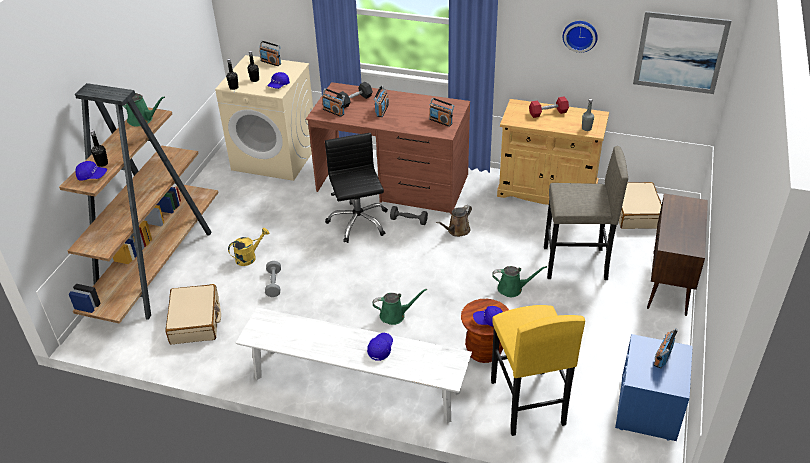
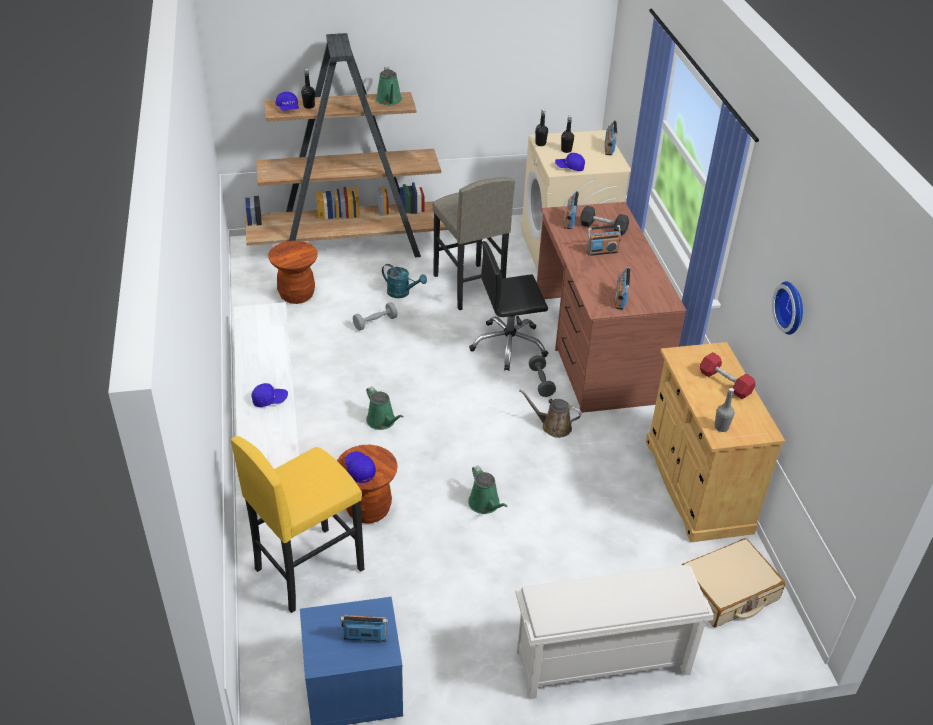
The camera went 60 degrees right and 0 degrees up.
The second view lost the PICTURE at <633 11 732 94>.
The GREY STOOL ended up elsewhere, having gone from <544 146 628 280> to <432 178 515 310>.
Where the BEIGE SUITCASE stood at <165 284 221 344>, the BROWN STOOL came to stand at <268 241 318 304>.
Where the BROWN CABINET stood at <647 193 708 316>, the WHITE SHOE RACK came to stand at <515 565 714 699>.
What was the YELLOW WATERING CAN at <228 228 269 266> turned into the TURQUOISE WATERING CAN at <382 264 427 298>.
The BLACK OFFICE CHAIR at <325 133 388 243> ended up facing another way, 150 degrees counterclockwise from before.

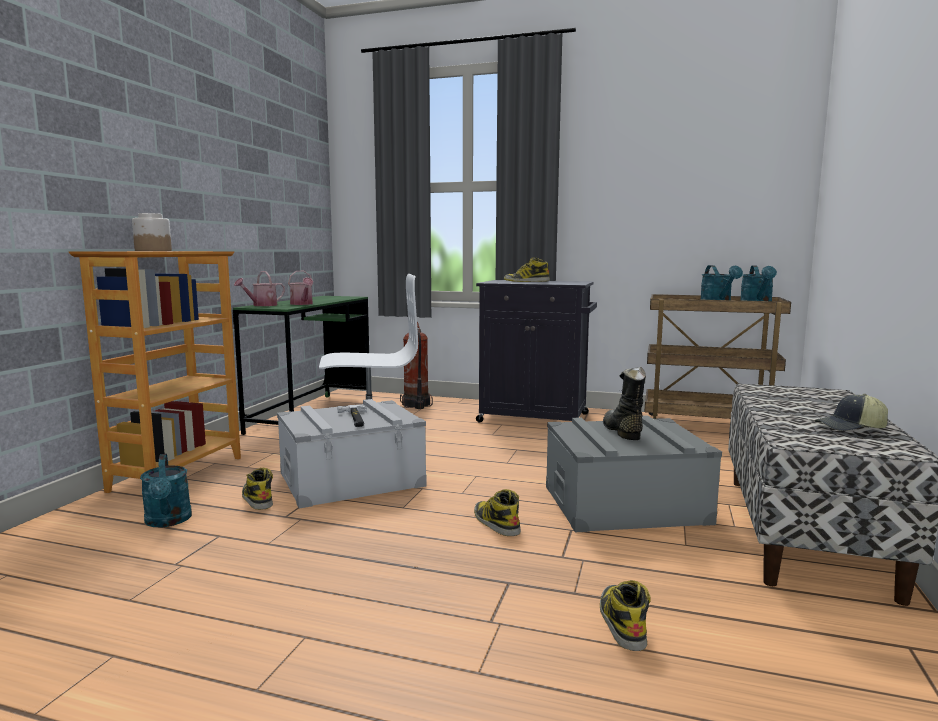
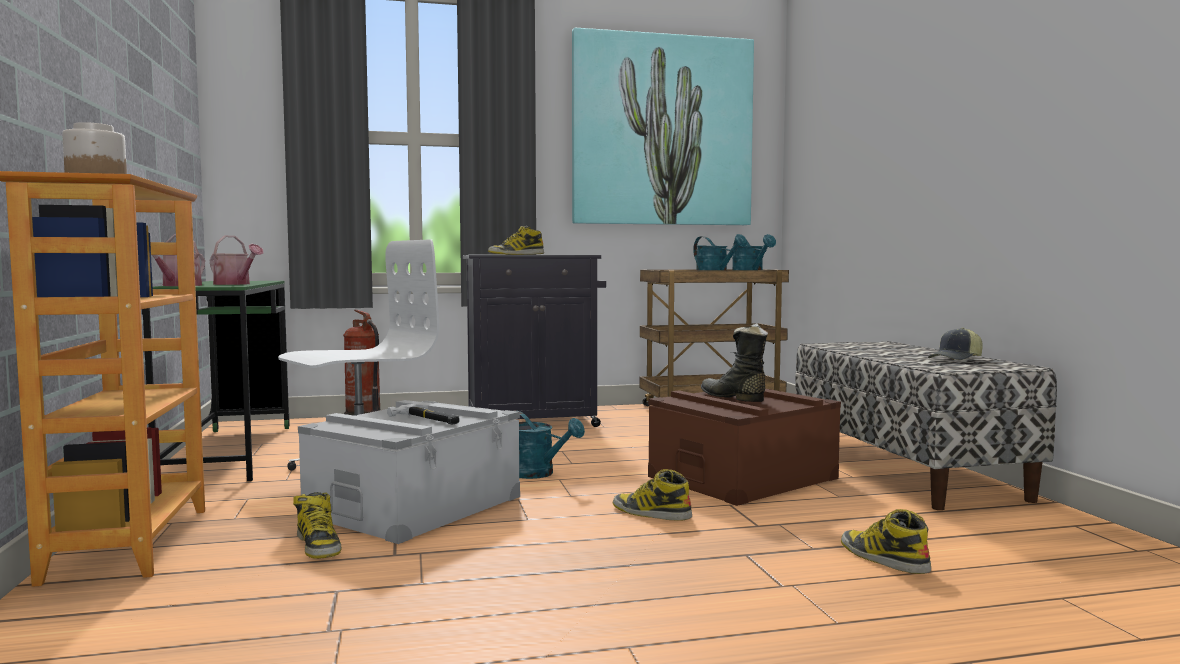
The camera went 30 degrees left and 5 degrees down.
The second view gained the PICTURE at <572 28 754 225>.
The TURQUOISE WATERING CAN ended up elsewhere, having gone from <140 454 192 527> to <513 410 585 479>.
What was the GREY STORAGE BOX at <546 415 722 532> turned into the BROWN STORAGE BOX at <648 389 841 506>.
The BOOT at <242 468 273 510> ended up facing another way, 150 degrees counterclockwise from before.

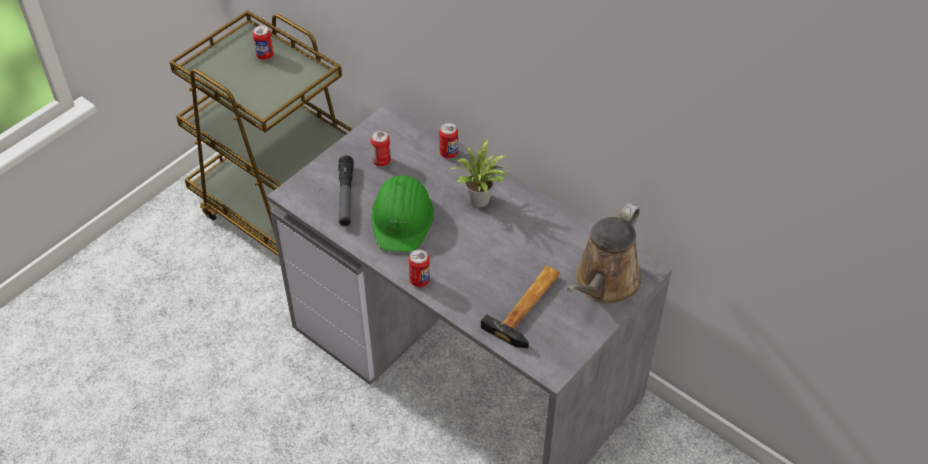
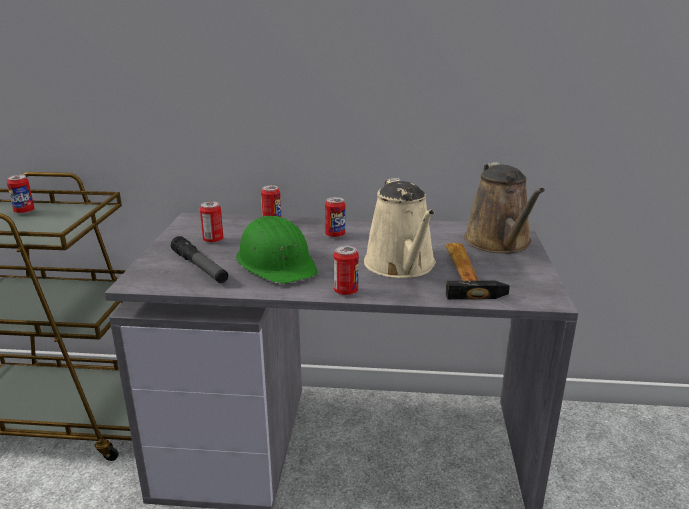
The camera went 35 degrees left and 25 degrees down.
The second view gained the BEIGE WATERING CAN at <364 178 436 278>.
Where the POTTED PLANT stood at <449 139 511 207>, the CAN came to stand at <325 197 345 238>.

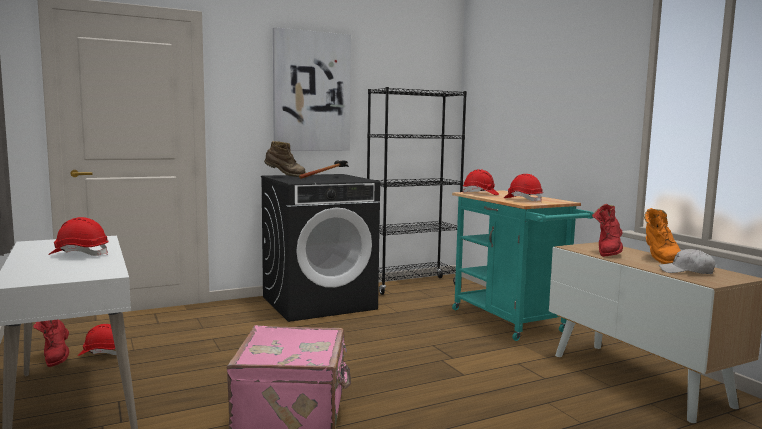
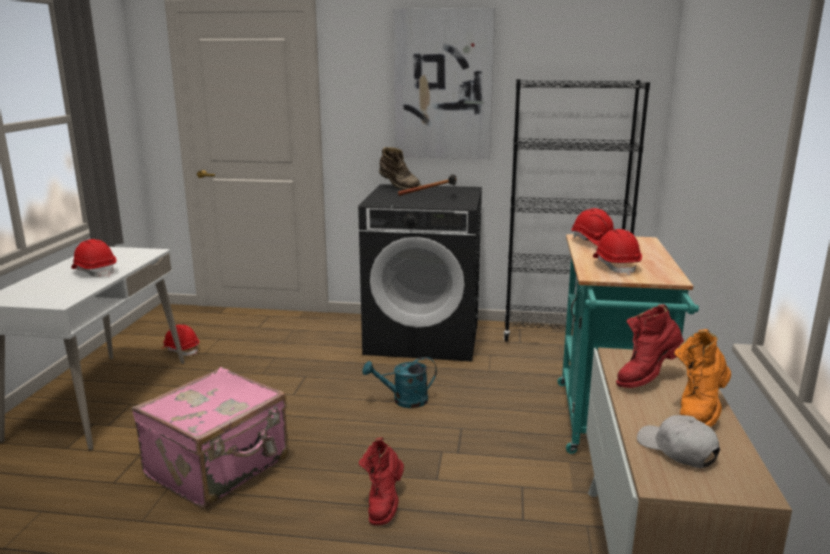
The camera went 35 degrees right and 10 degrees up.
The second view gained the TURQUOISE WATERING CAN at <363 357 437 408>.
The RED BOOT ended up elsewhere, having gone from <33 319 69 367> to <359 437 404 525>.

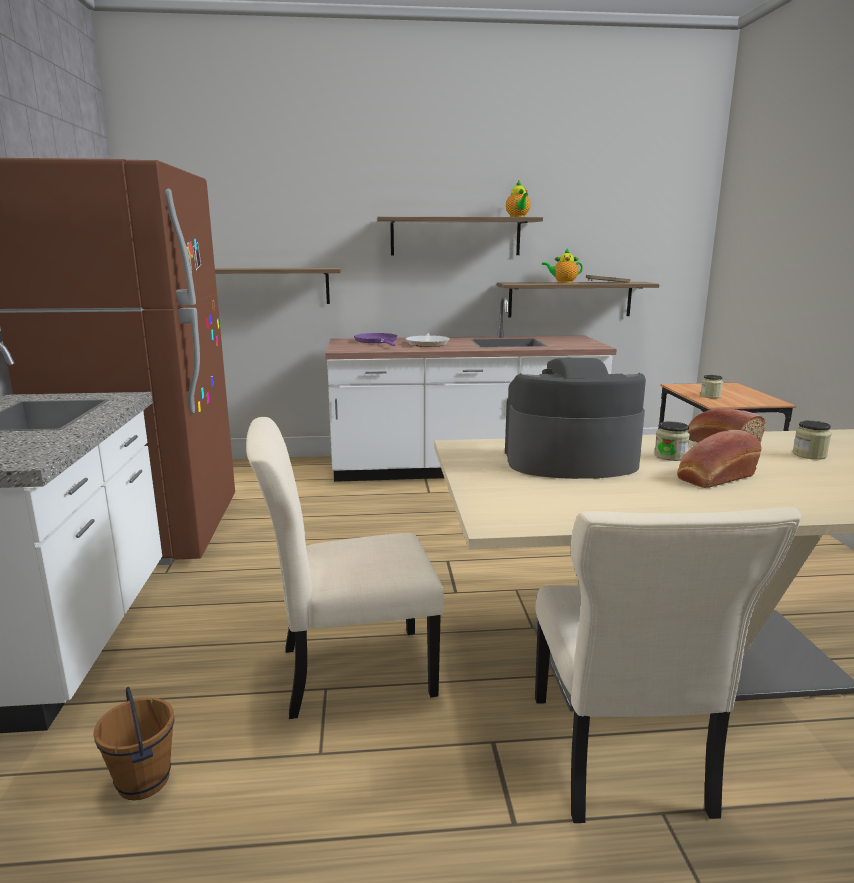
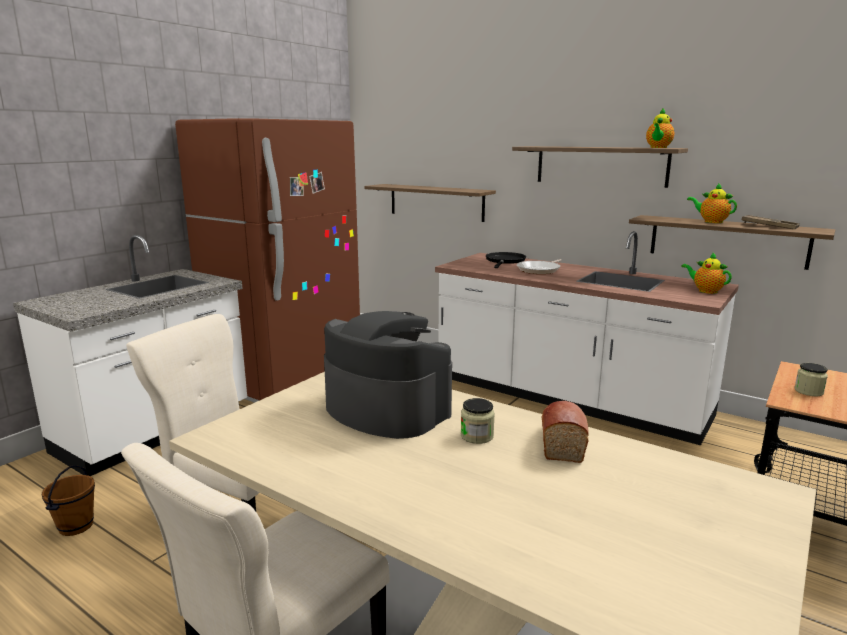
The camera went 40 degrees right and 0 degrees up.
The second view lost the BREAD at <677 430 761 488>.
The second view lost the JAR at <792 420 831 460>.
The second view gained the TEAPOT at <681 253 732 294>.
What was the PURPLE FRYING PAN at <354 333 397 346> turned into the BLACK FRYING PAN at <486 252 526 268>.

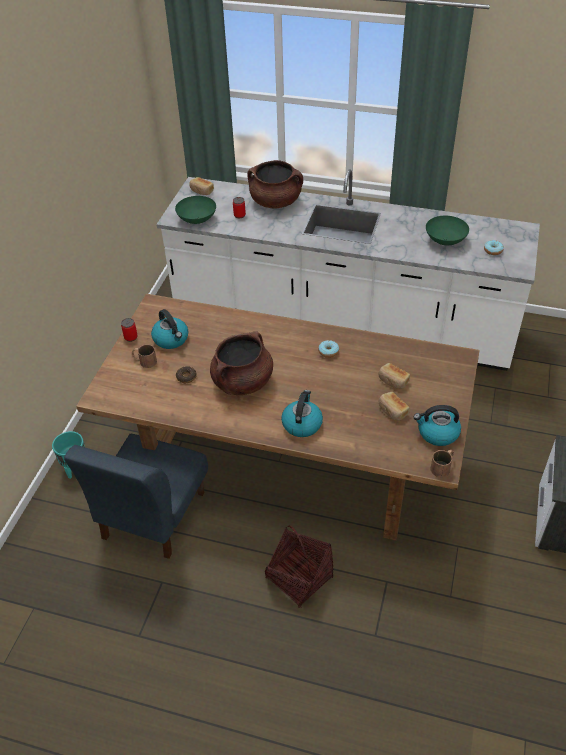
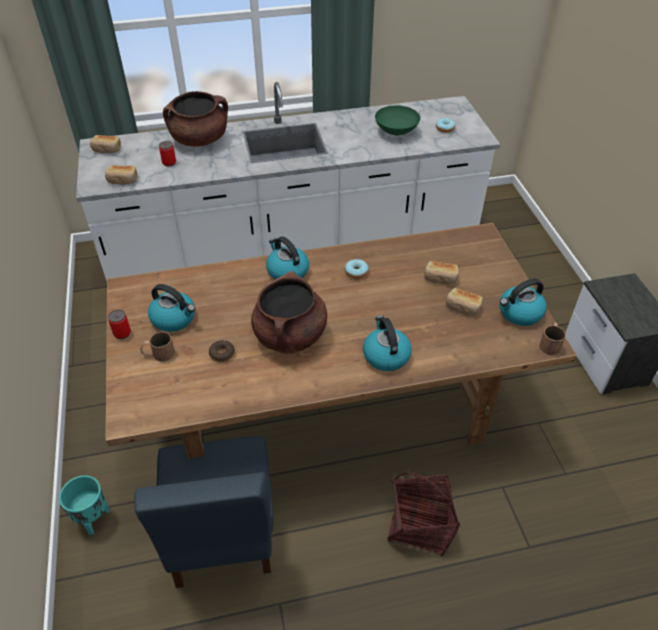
The camera went 30 degrees left and 0 degrees up.
The second view gained the KETTLE at <266 236 309 279>.
Where the GREEN BOWL stood at <175 196 216 224>, the BREAD came to stand at <105 165 137 185>.

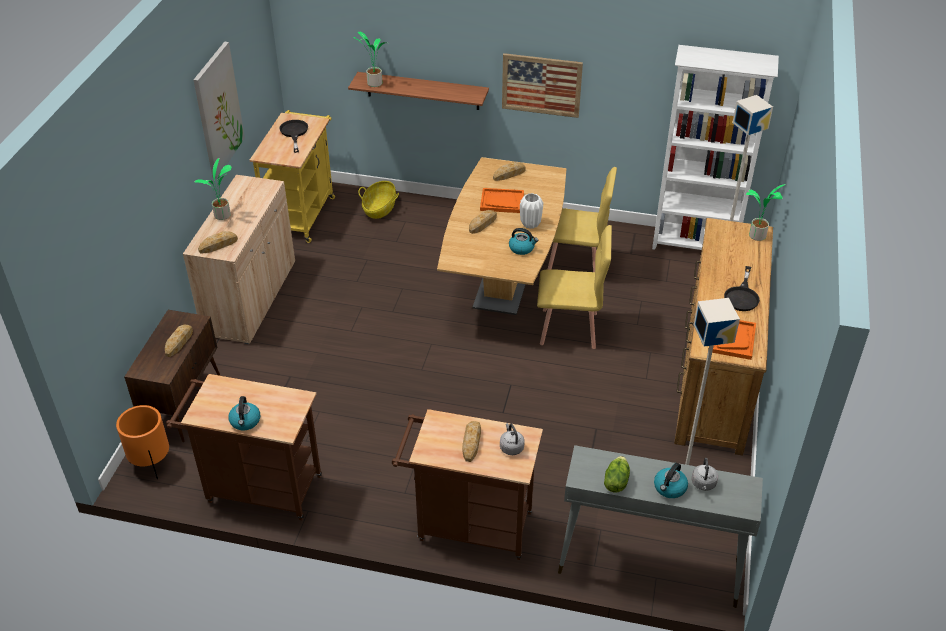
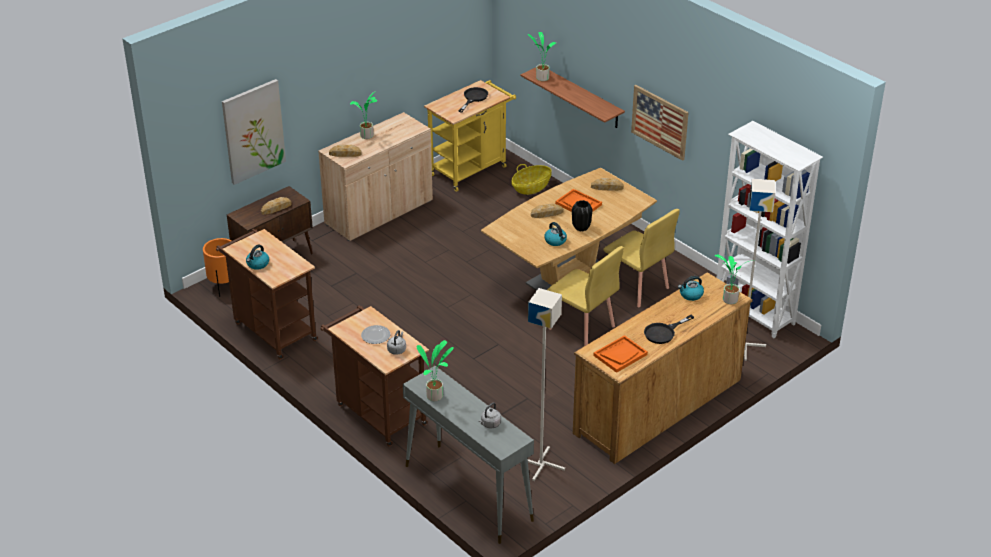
The camera went 35 degrees right and 5 degrees down.
The PICTURE ended up elsewhere, having gone from <194 42 245 179> to <222 79 286 185>.
The KETTLE ended up elsewhere, having gone from <654 463 688 498> to <678 276 704 301>.
Where the BREAD stood at <462 421 481 462>, the PLATE came to stand at <361 325 391 344>.
Where the LETTUCE stood at <604 456 630 492>, the POTTED PLANT came to stand at <417 340 454 401>.
What was the WHITE VASE at <520 193 543 229> turned into the BLACK VASE at <572 200 593 231>.

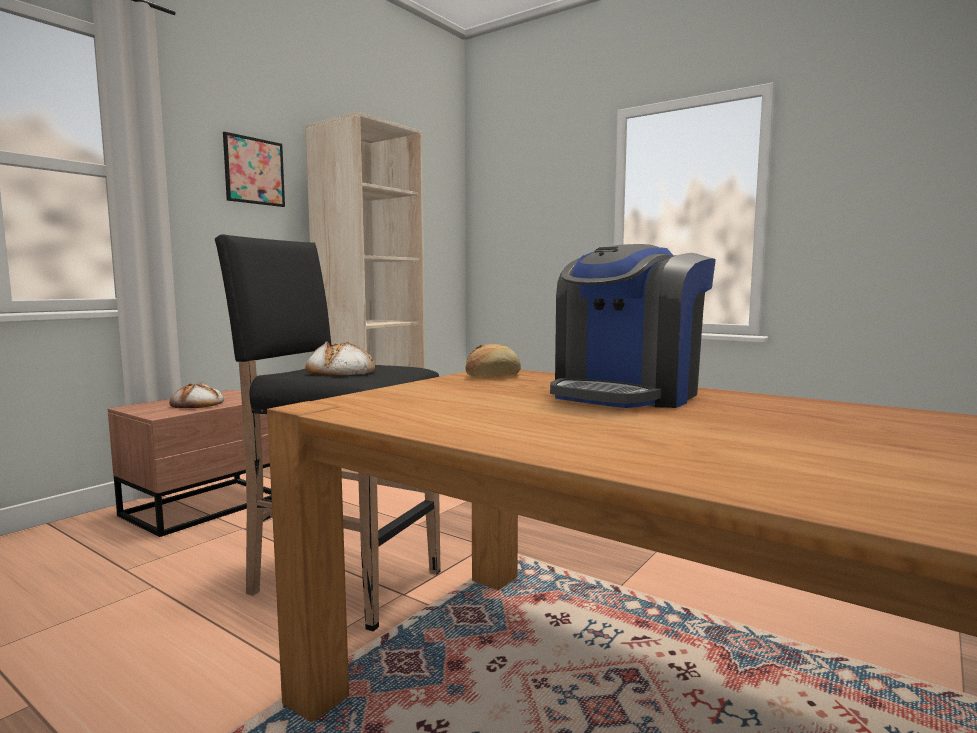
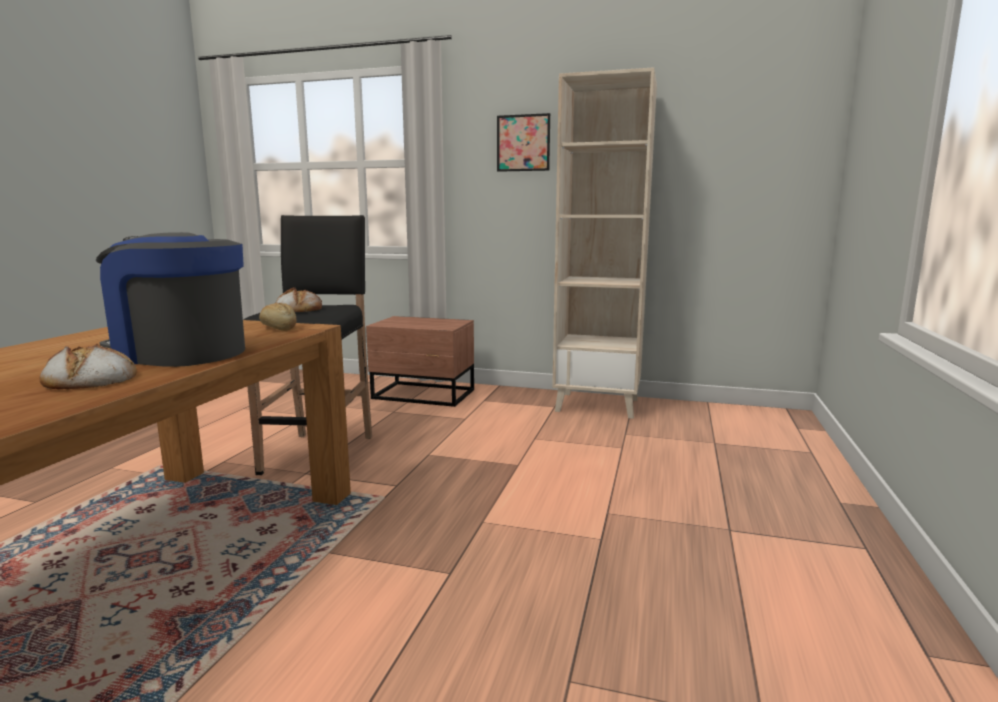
The camera went 70 degrees right and 5 degrees up.
The BREAD ended up elsewhere, having gone from <169 383 224 408> to <40 344 137 389>.

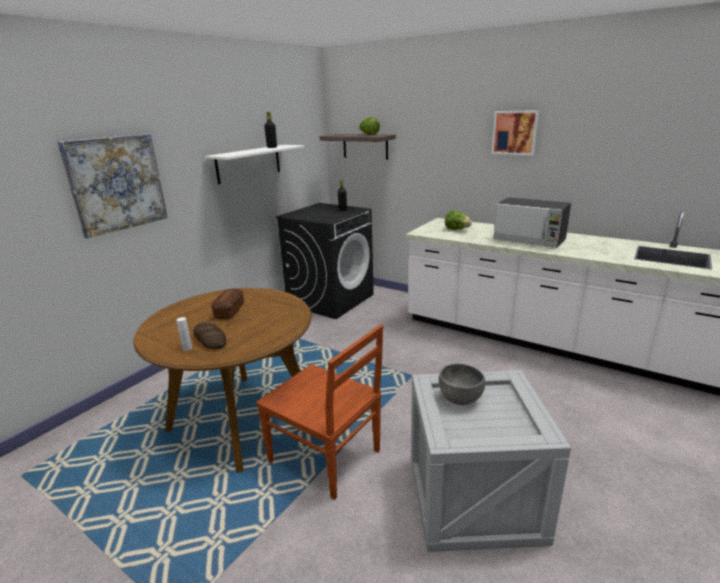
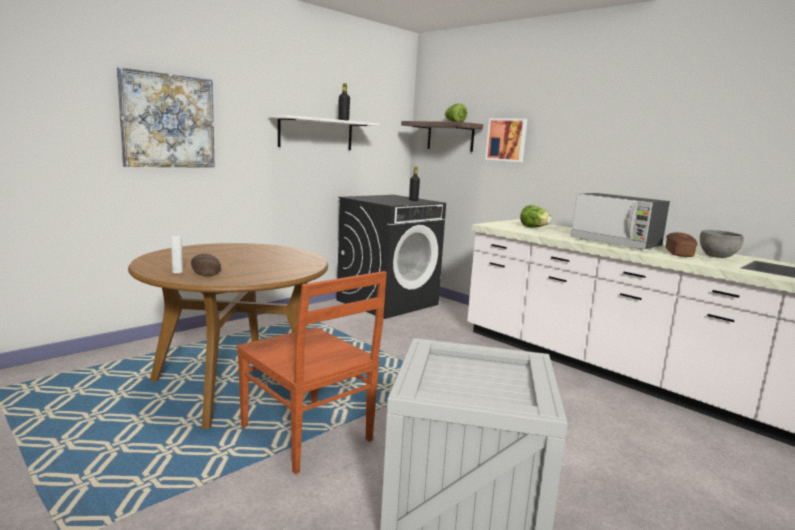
The camera went 10 degrees right and 10 degrees down.
The BREAD ended up elsewhere, having gone from <211 288 244 319> to <666 232 698 257>.
The GREY BOWL ended up elsewhere, having gone from <439 364 485 405> to <700 230 744 258>.
The PICTURE ended up elsewhere, having gone from <492 110 539 155> to <485 118 527 162>.

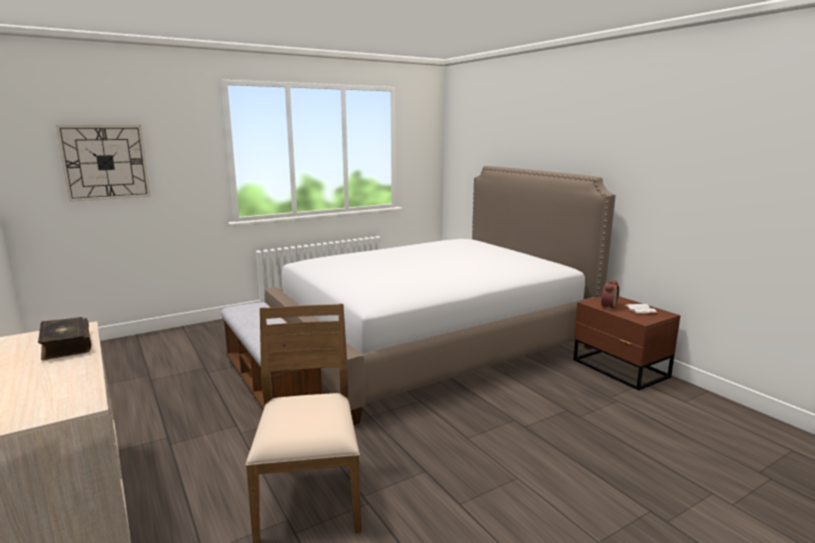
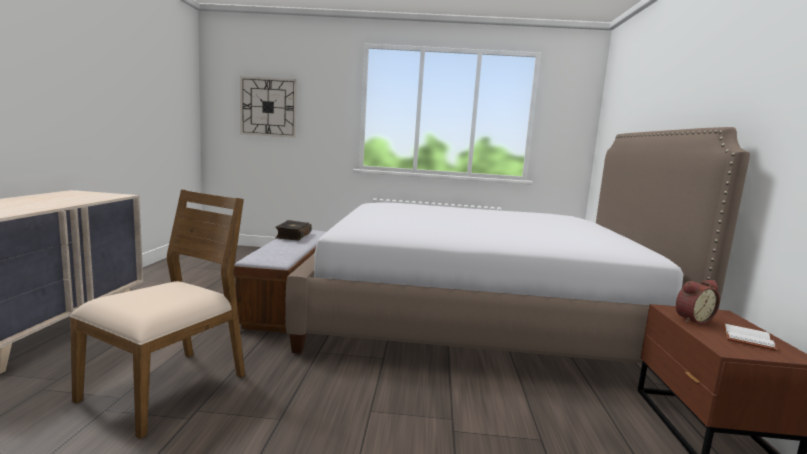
The camera went 35 degrees right and 5 degrees down.
The BOOK ended up elsewhere, having gone from <38 317 91 360> to <275 220 312 241>.

